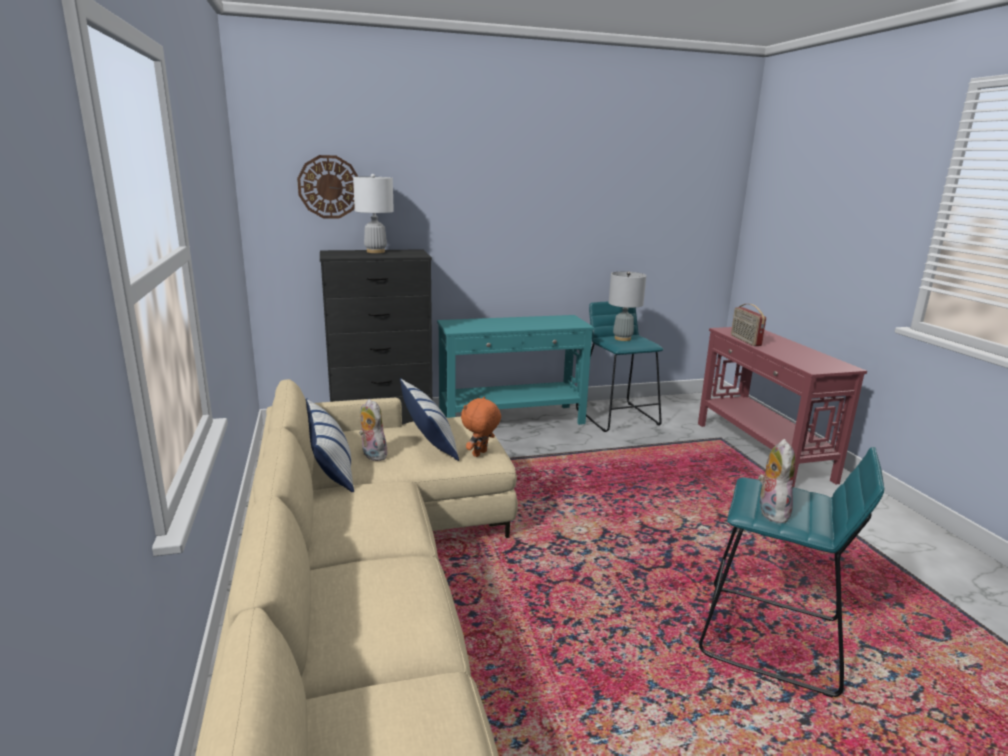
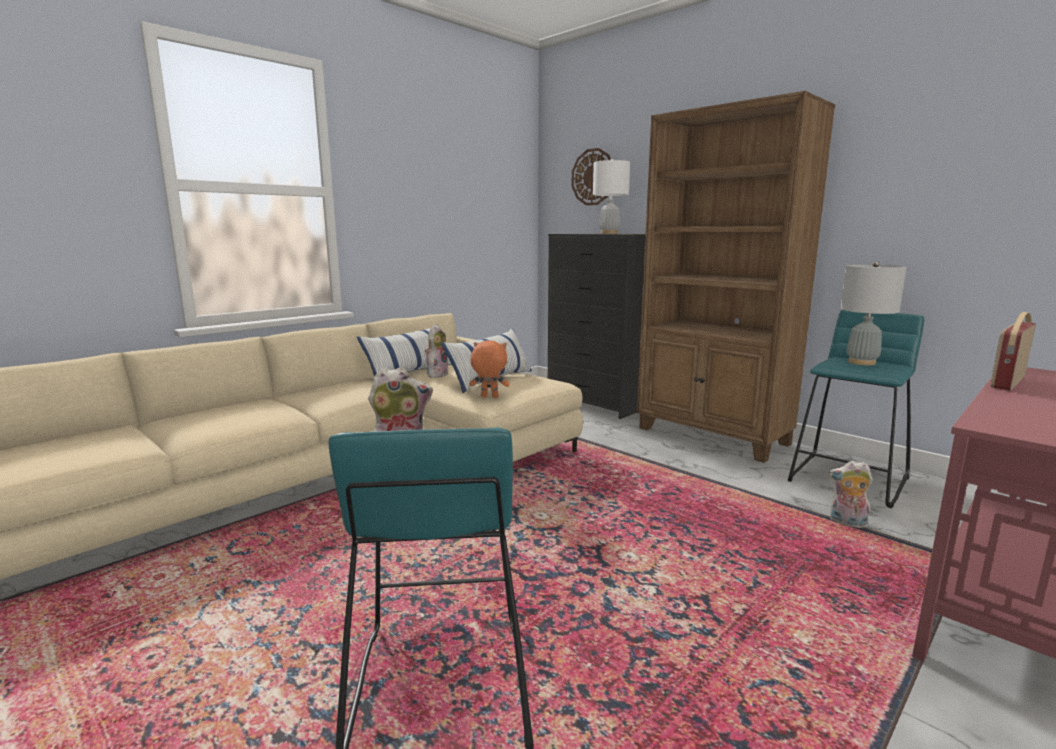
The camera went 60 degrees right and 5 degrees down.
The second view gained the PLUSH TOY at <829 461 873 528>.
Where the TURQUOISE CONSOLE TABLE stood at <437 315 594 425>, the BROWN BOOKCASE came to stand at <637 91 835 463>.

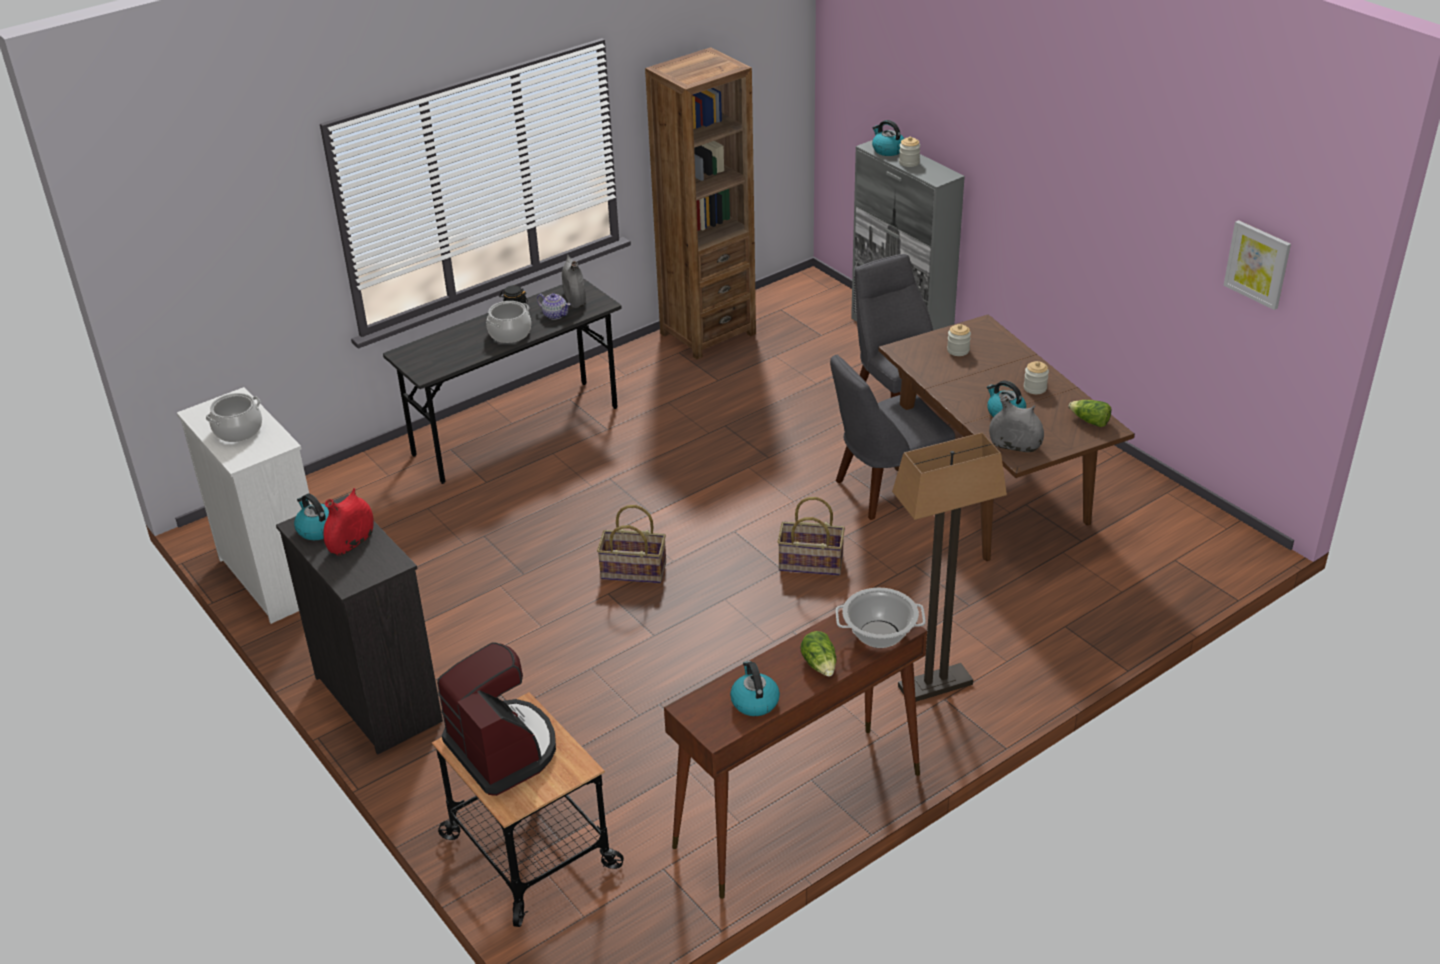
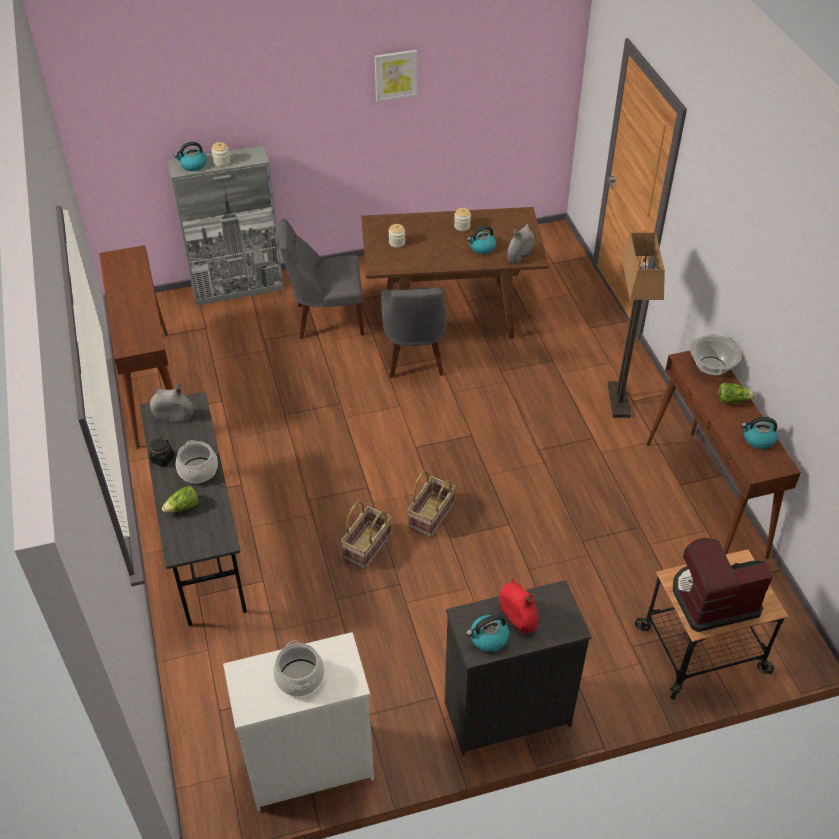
The camera went 70 degrees left and 10 degrees up.
The second view lost the TEAPOT at <537 293 571 320>.
The BASKET ended up elsewhere, having gone from <778 497 845 576> to <341 501 392 569>.
The LETTUCE ended up elsewhere, having gone from <1069 400 1111 427> to <162 486 199 513>.
The PICTURE ended up elsewhere, having gone from <1224 220 1291 310> to <375 50 417 102>.
Where the BROWN BOOKCASE stood at <645 47 756 359>, the BROWN CONSOLE TABLE came to stand at <99 245 173 449>.

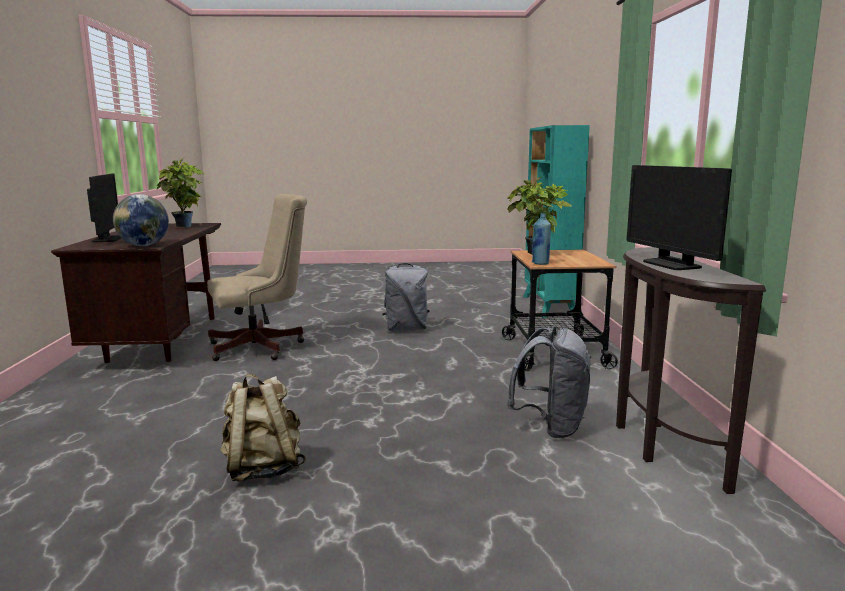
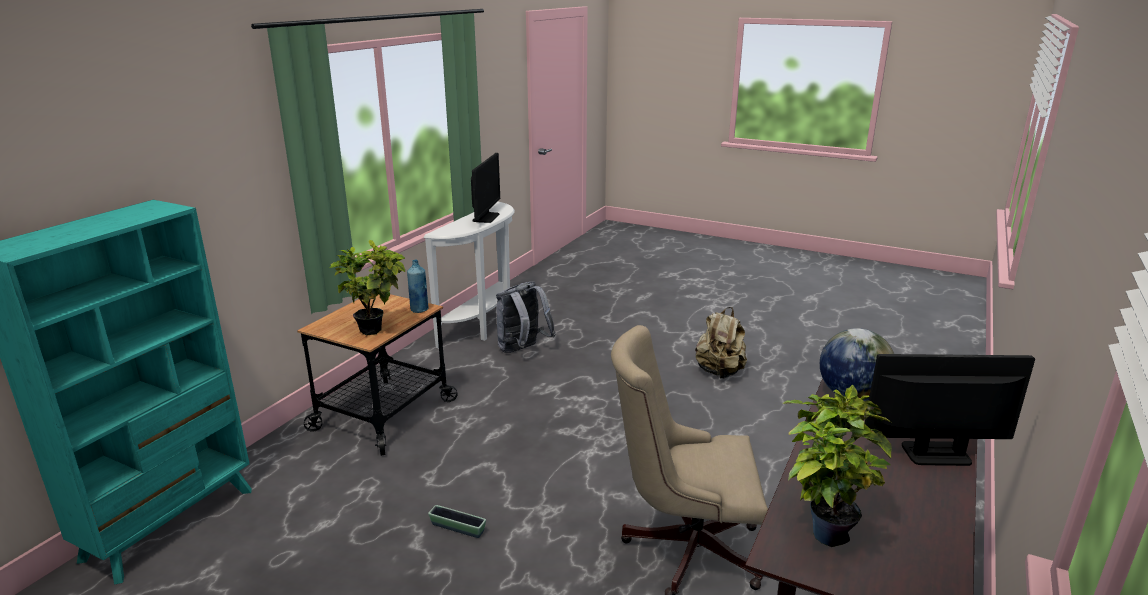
The camera went 150 degrees left and 10 degrees up.
Where the GREY BACKPACK stood at <382 263 430 331>, the PLANTER came to stand at <428 505 486 538>.
What was the BROWN CONSOLE TABLE at <616 247 766 494> turned into the WHITE CONSOLE TABLE at <424 202 515 349>.
The MONITOR at <87 174 121 242> ended up facing another way, 75 degrees clockwise from before.

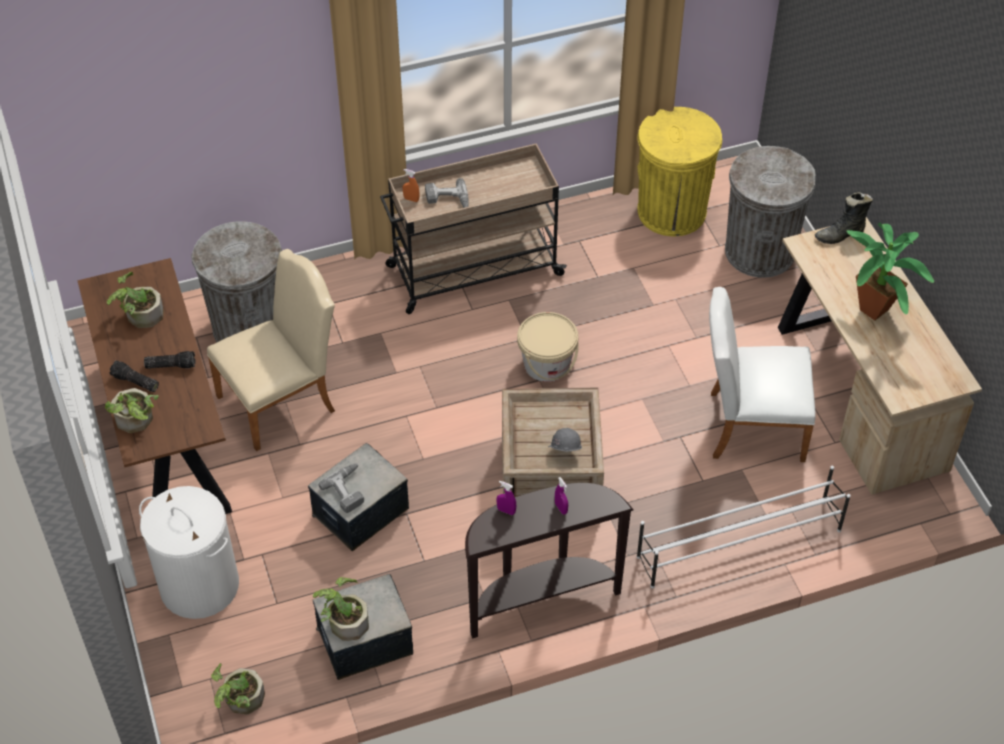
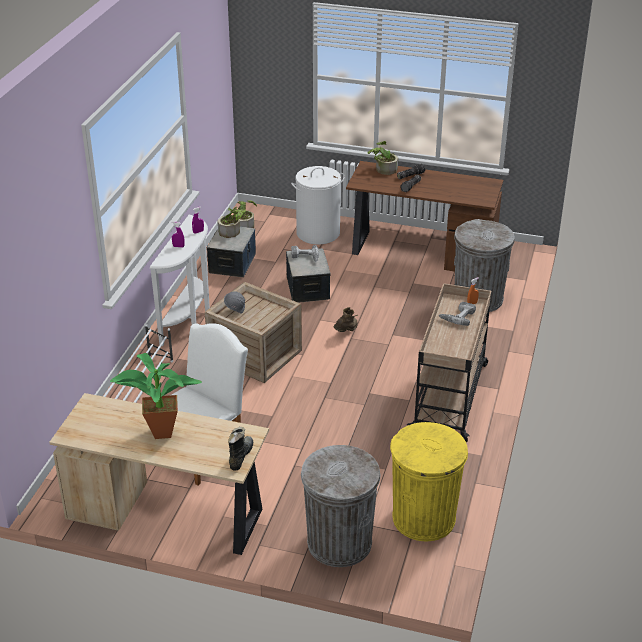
The camera went 125 degrees right and 15 degrees down.
The second view lost the POTTED PLANT at <107 272 163 328>.
The second view lost the BEIGE CHAIR at <207 249 335 451>.
The second view lost the BEIGE BUCKET at <517 312 579 382>.
The second view gained the BROWN BOOT at <333 307 358 332>.
What was the BROWN CONSOLE TABLE at <465 483 633 639> turned into the WHITE CONSOLE TABLE at <150 215 210 346>.

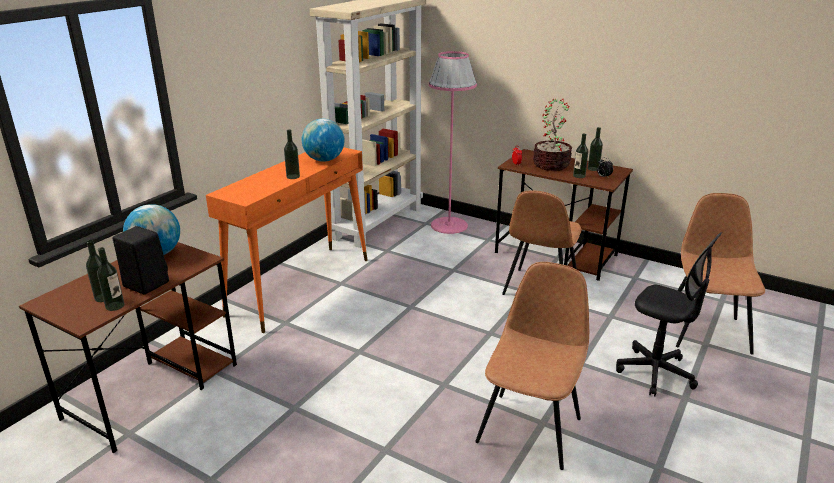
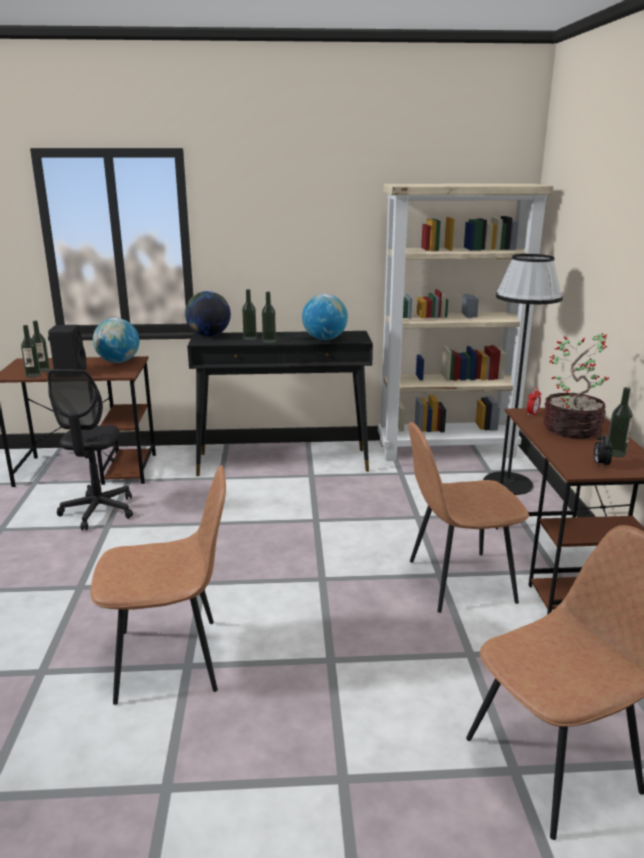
The camera went 55 degrees right and 5 degrees down.
The second view gained the GLOBE at <185 291 231 336>.
The BOTTLE ended up elsewhere, having gone from <573 133 588 178> to <242 289 257 340>.
The BLACK OFFICE CHAIR ended up elsewhere, having gone from <616 232 722 396> to <47 369 133 530>.
What was the ORANGE CONSOLE TABLE at <206 147 368 333> turned into the BLACK CONSOLE TABLE at <187 331 373 476>.
What was the PINK FLOOR LAMP at <429 51 477 234> turned into the BLACK FLOOR LAMP at <483 254 563 495>.

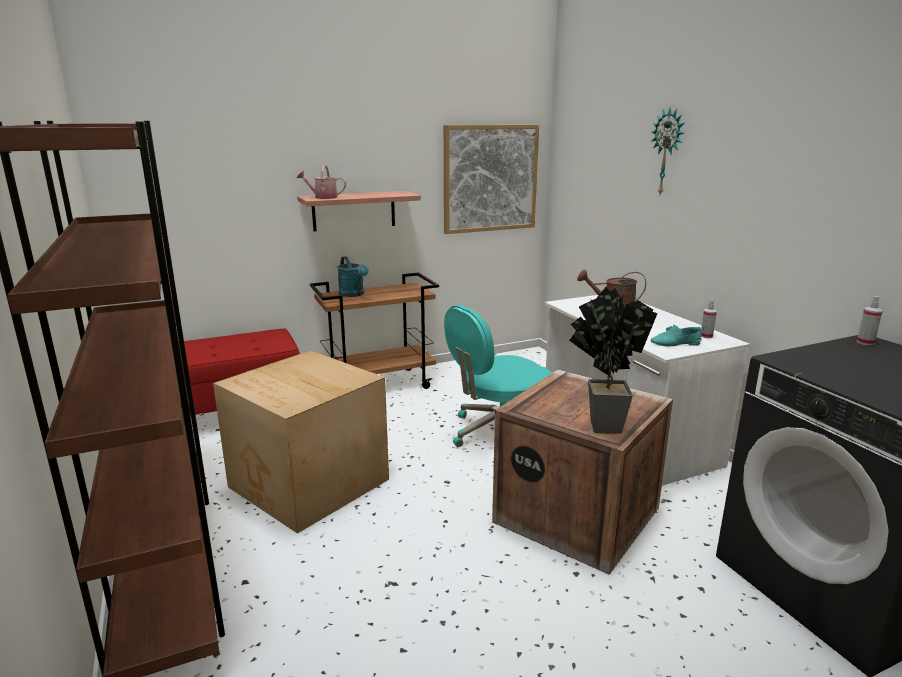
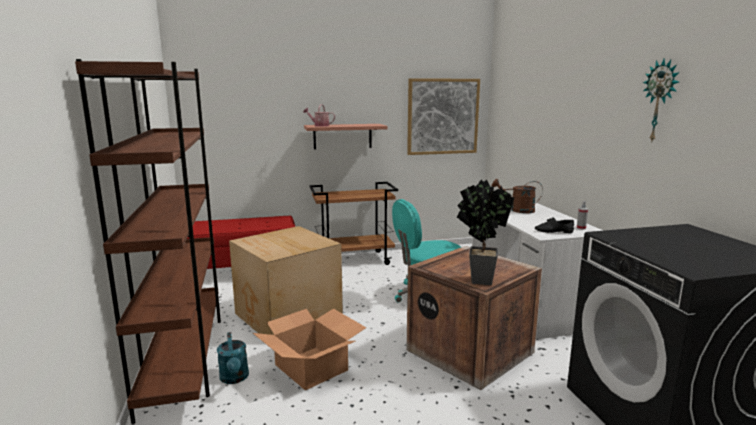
The camera went 10 degrees right and 5 degrees down.
The second view lost the SPRAY BOTTLE at <857 296 883 345>.
The second view gained the CARDBOARD BOX at <253 309 366 390>.
The TURQUOISE WATERING CAN ended up elsewhere, having gone from <337 256 369 297> to <217 332 249 384>.
The WALL CLOCK ended up elsewhere, having gone from <651 107 684 195> to <643 59 680 143>.
What was the TURQUOISE SHOE at <651 325 702 346> turned into the BLACK SHOE at <535 217 574 233>.

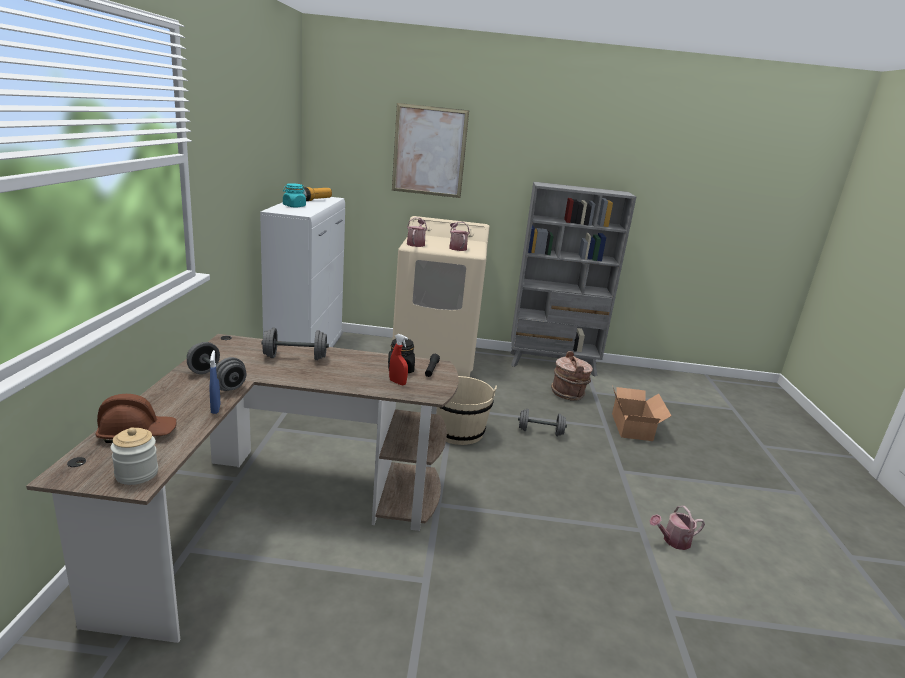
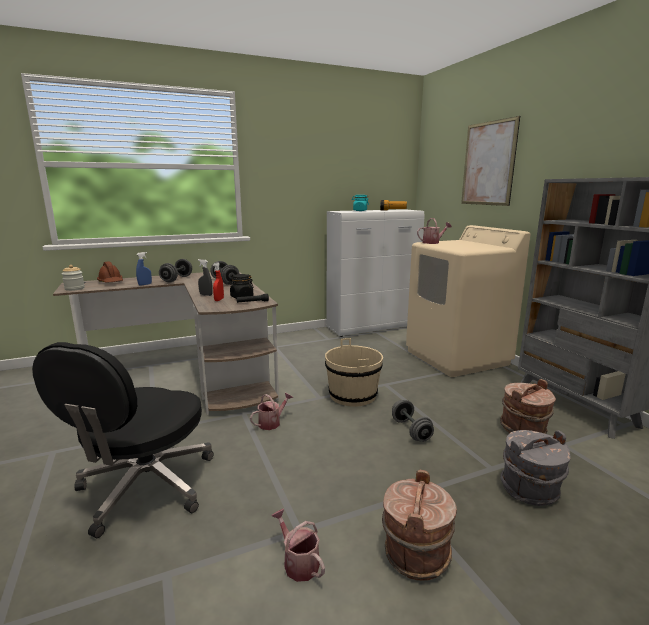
The camera went 65 degrees right and 5 degrees down.
The second view gained the BLACK OFFICE CHAIR at <32 342 214 538>.
The second view gained the GREY SPRAY BOTTLE at <198 259 213 296>.
The second view gained the BROWN BUCKET at <382 470 457 581>.
The WATERING CAN ended up elsewhere, having gone from <449 222 470 251> to <250 392 293 430>.
Where the CARDBOARD BOX stood at <612 385 672 441>, the GREY BUCKET came to stand at <500 430 571 506>.

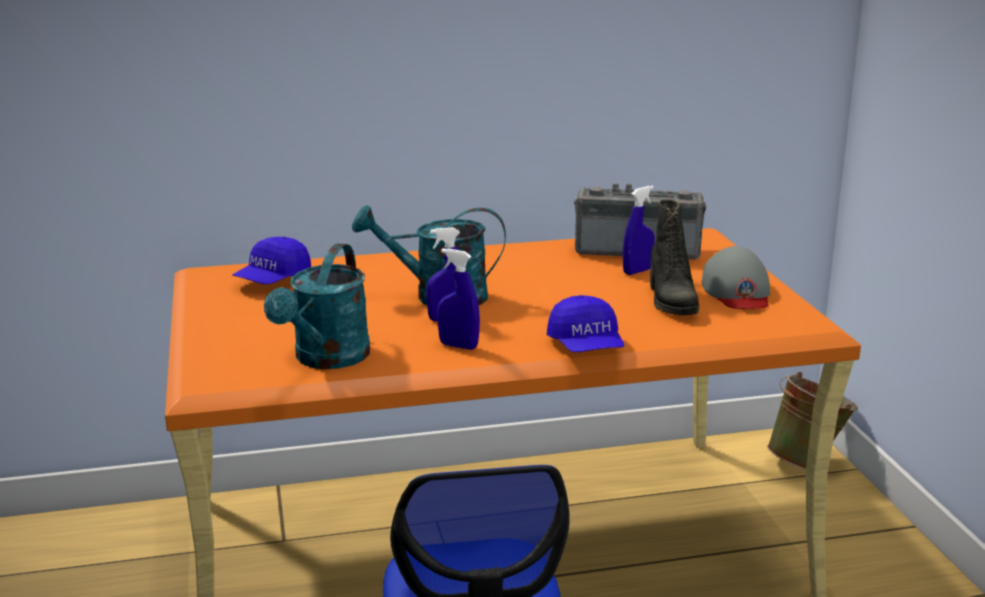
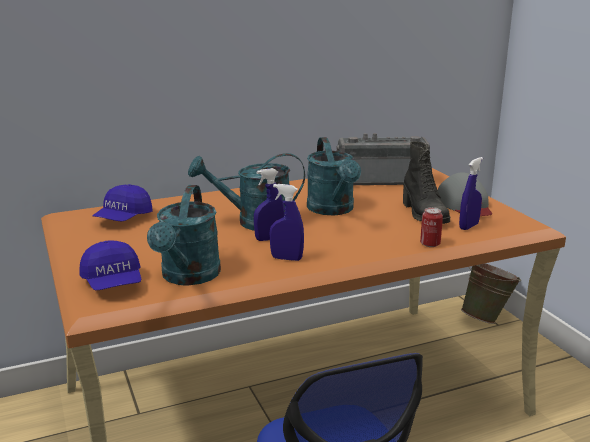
The camera went 10 degrees left and 0 degrees up.
The second view gained the TURQUOISE WATERING CAN at <307 137 361 215>.
The second view gained the CAN at <420 207 443 247>.
The BLUE CAP ended up elsewhere, having gone from <547 295 624 352> to <79 240 141 290>.
The BLUE SPRAY BOTTLE ended up elsewhere, having gone from <623 186 655 275> to <459 157 483 230>.

